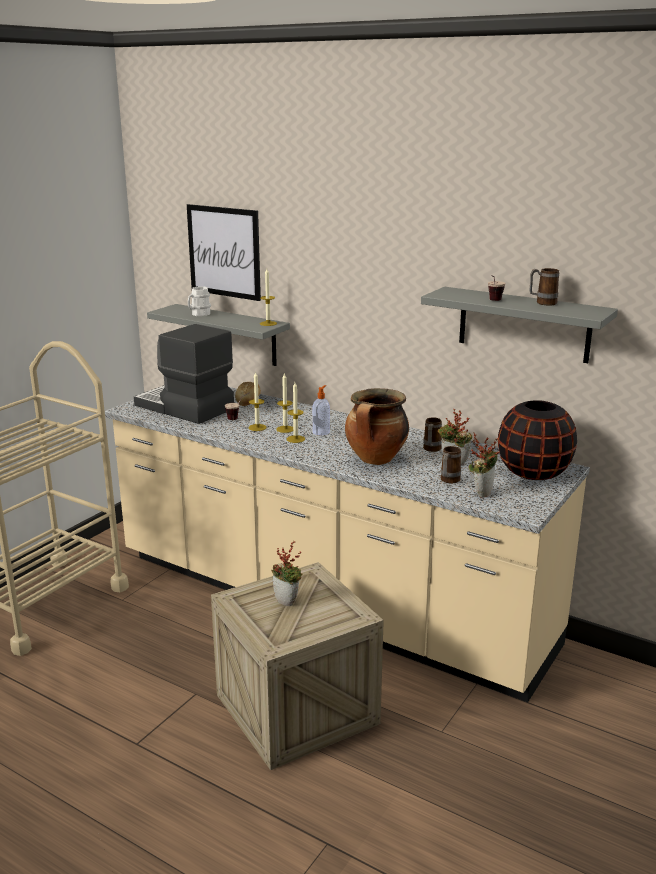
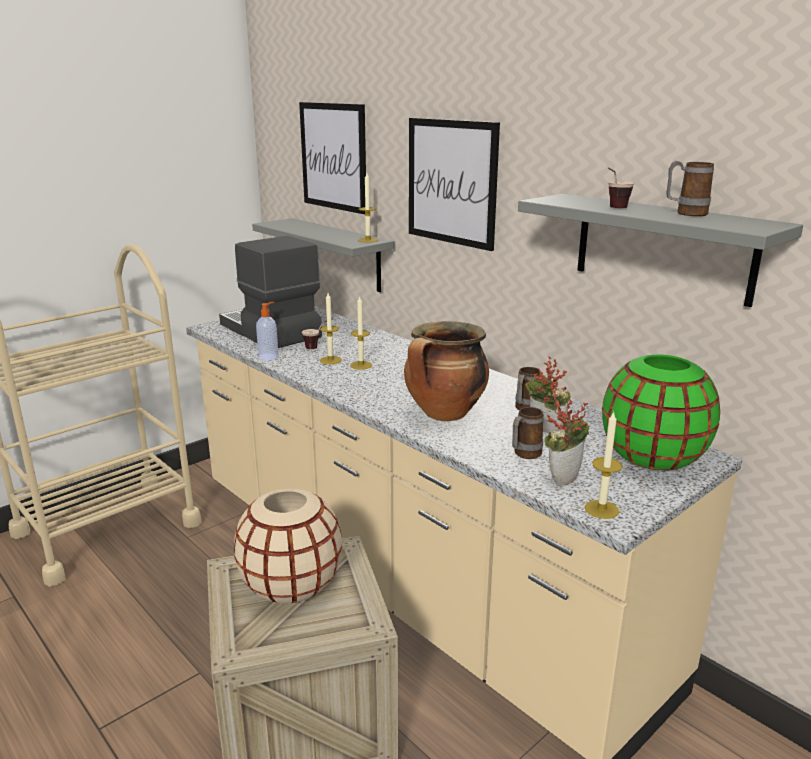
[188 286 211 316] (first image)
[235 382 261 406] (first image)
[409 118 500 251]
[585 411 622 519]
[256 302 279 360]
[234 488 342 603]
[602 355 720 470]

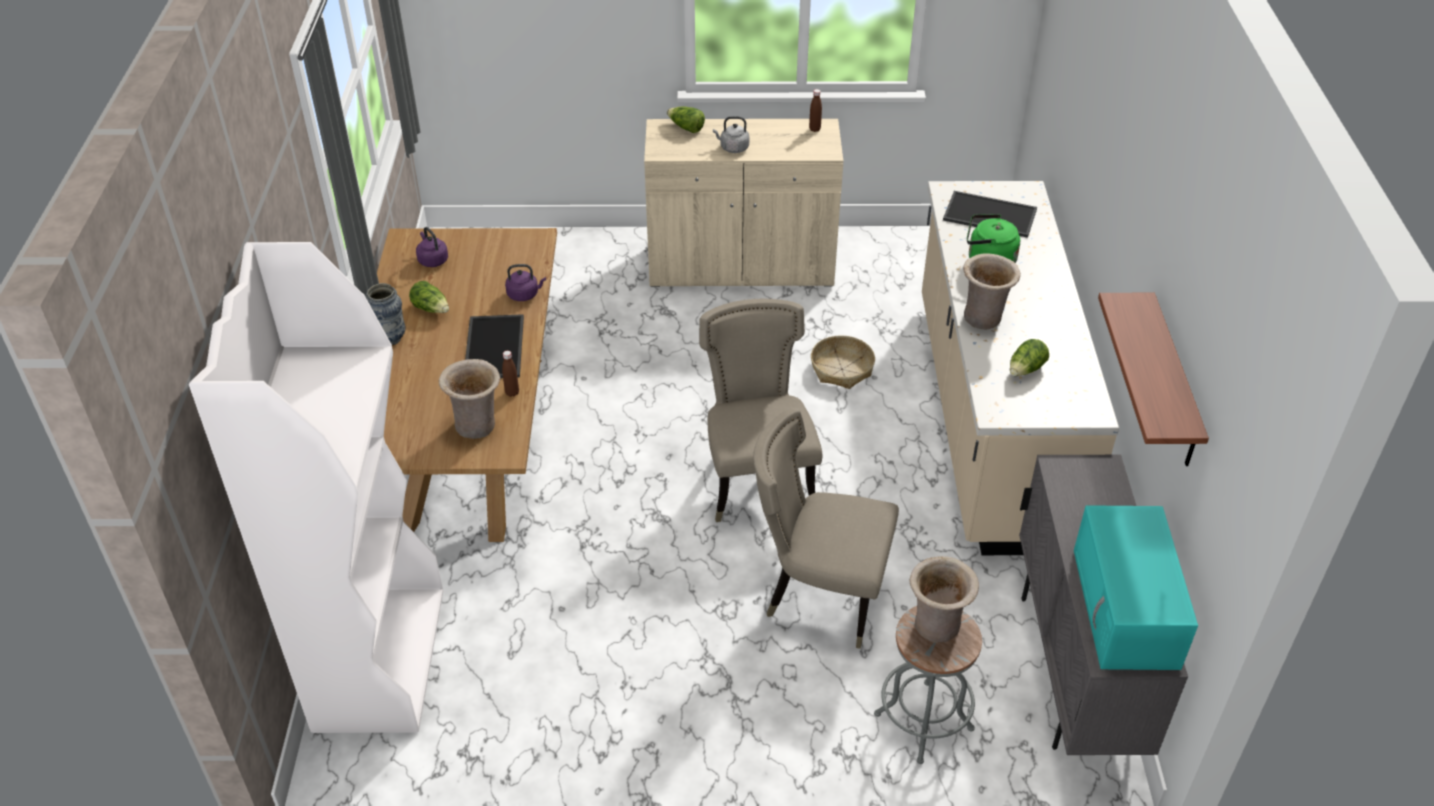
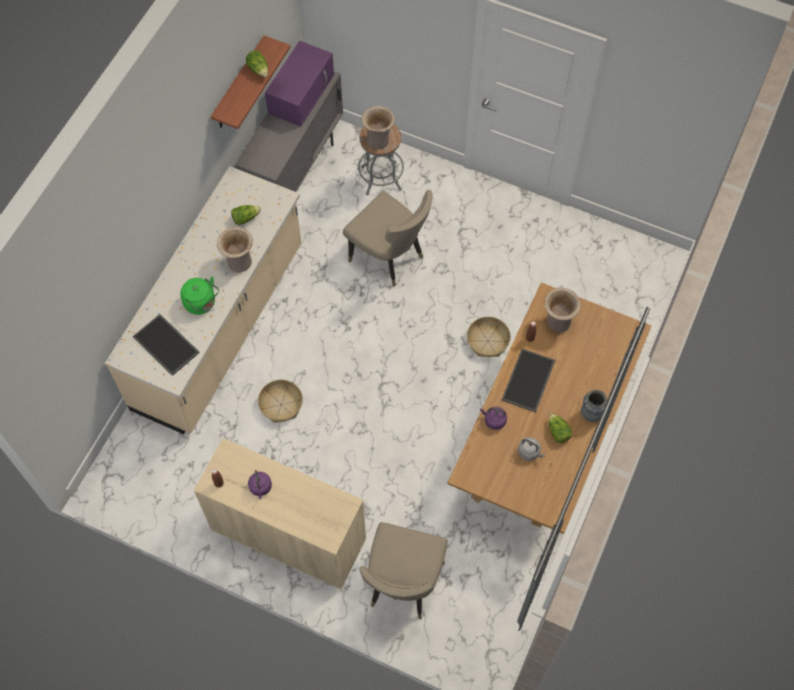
[189 242 443 733] (first image)
[467 317 511 357]
[248 470 272 499]
[246 50 268 77]
[359 522 448 619]
[518 437 545 461]
[265 40 334 127]

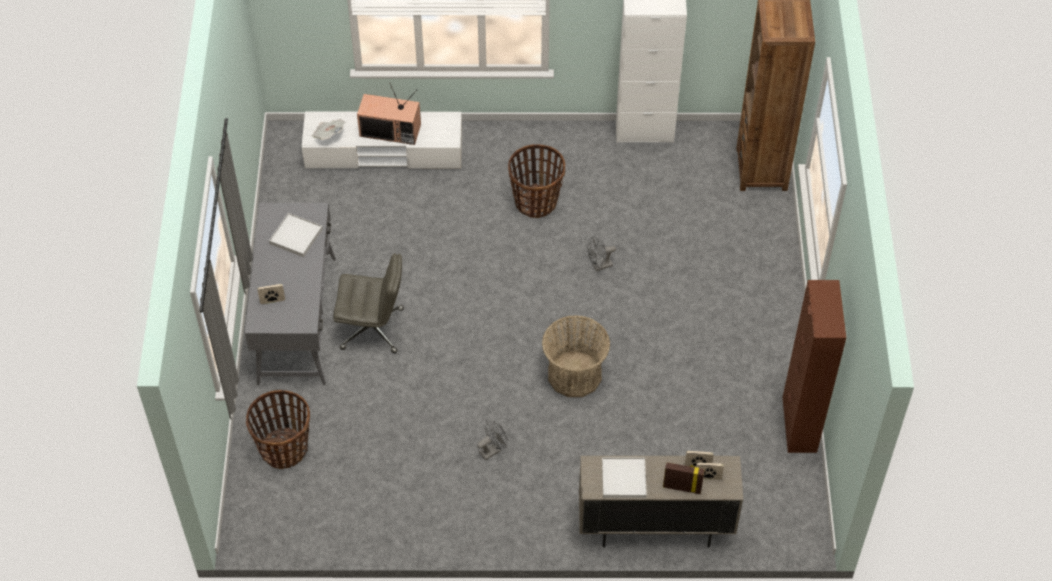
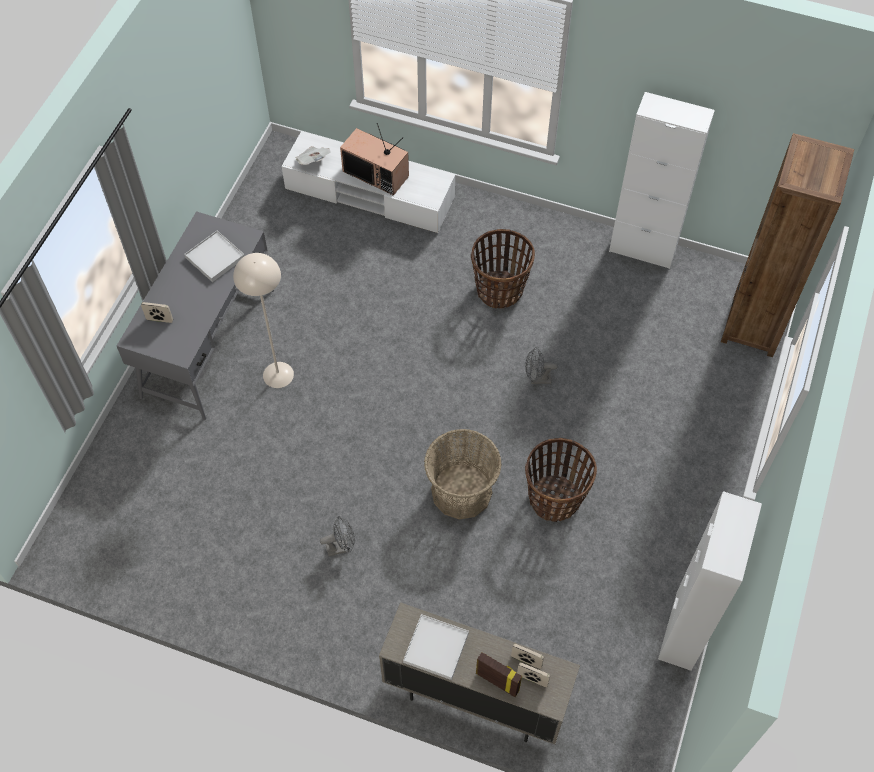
[525 438 597 522]
[233 253 294 388]
[658 491 762 671]

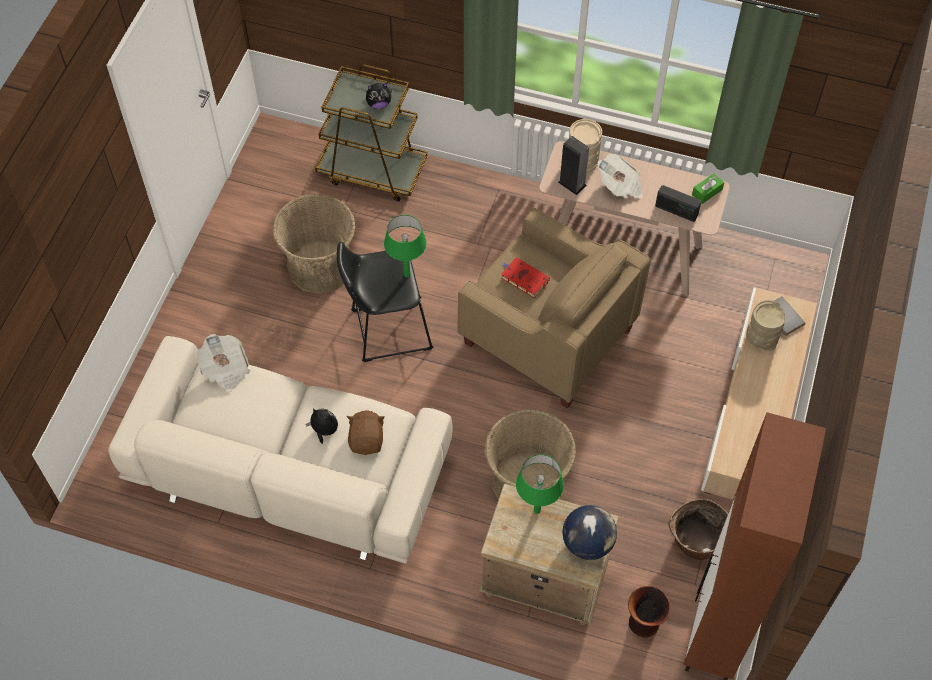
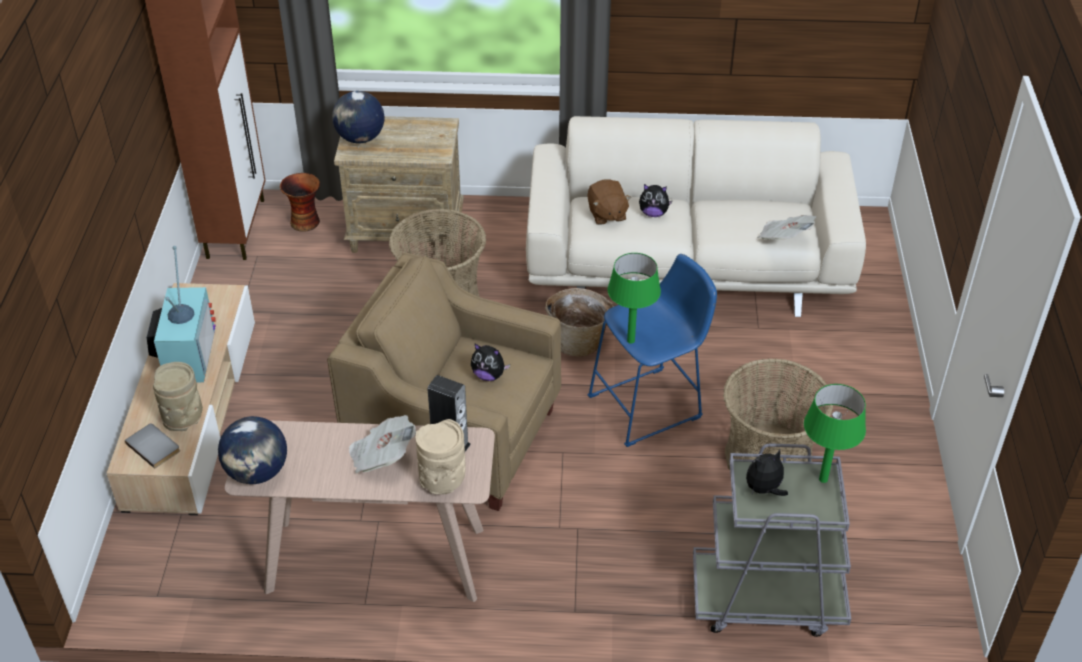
[655 185 701 222] (first image)
[147 246 216 382]
[804 384 866 483]
[545 288 614 357]
[471 343 510 381]
[218 416 287 484]
[693 443 851 637]
[587 254 717 447]

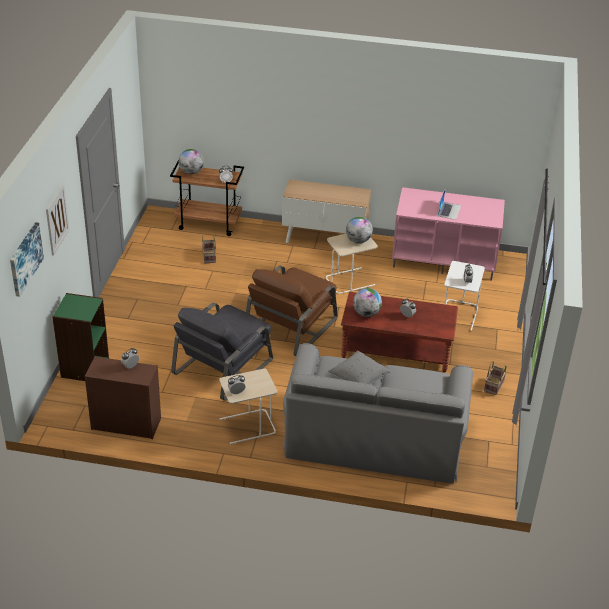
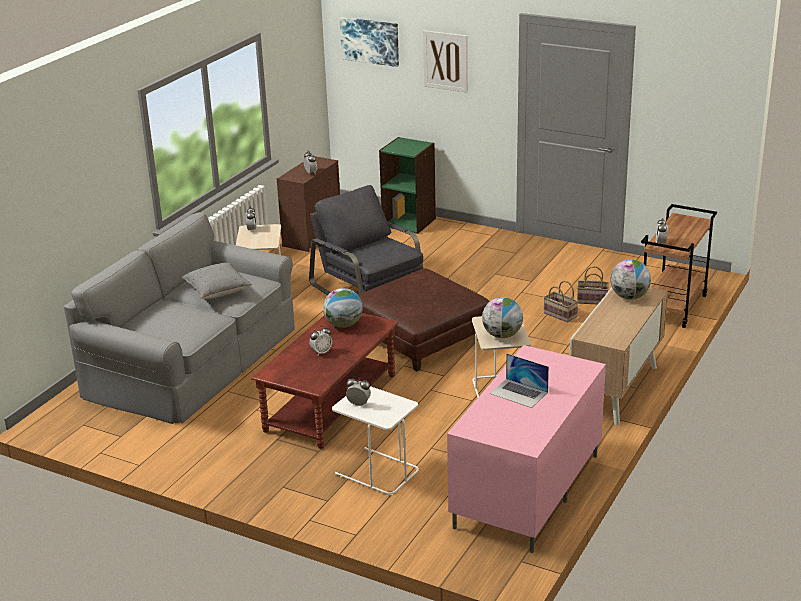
[610 259 651 299]
[544 281 578 323]
[358 268 490 372]

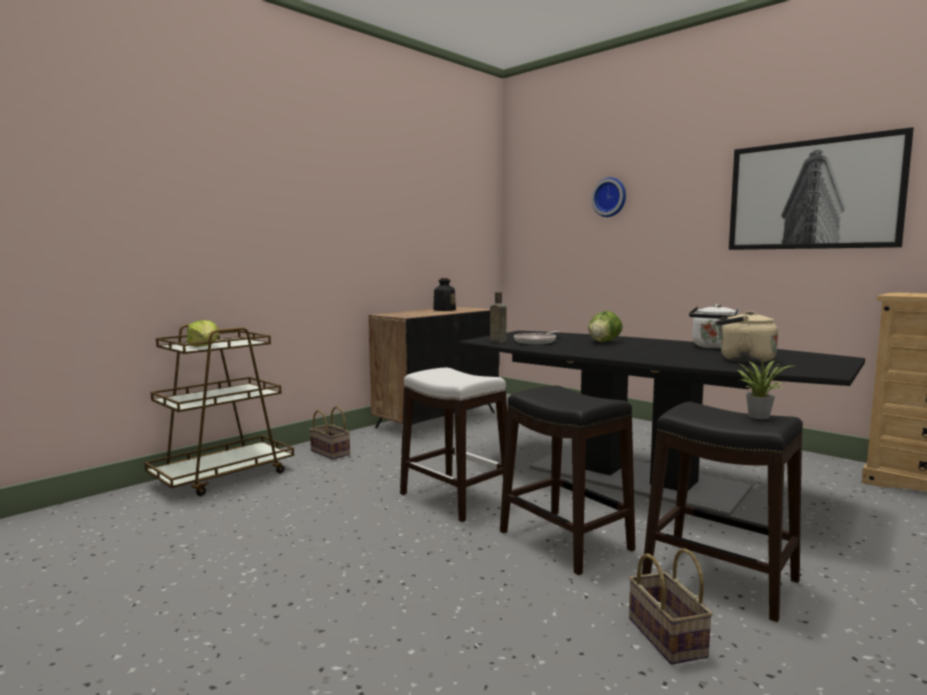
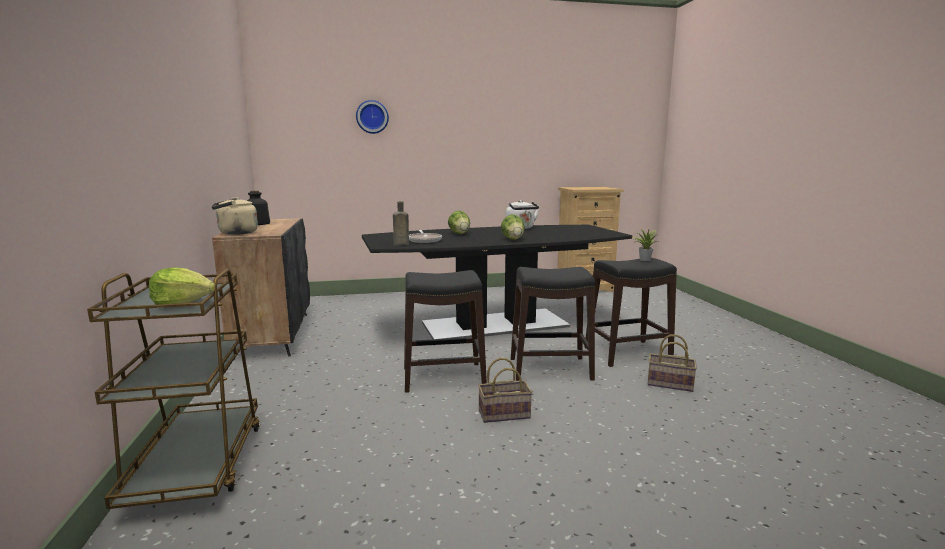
[729 127 914 250] (first image)
[501 214 525 240]
[478 358 532 423]
[212 197 258 235]
[404 270 487 393]

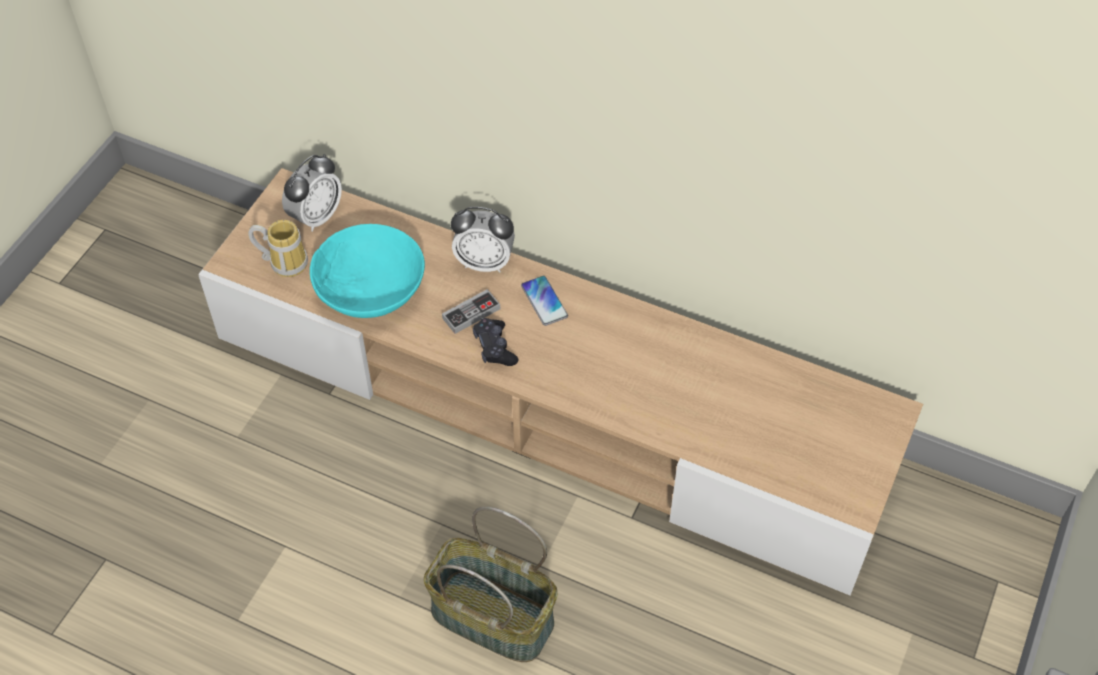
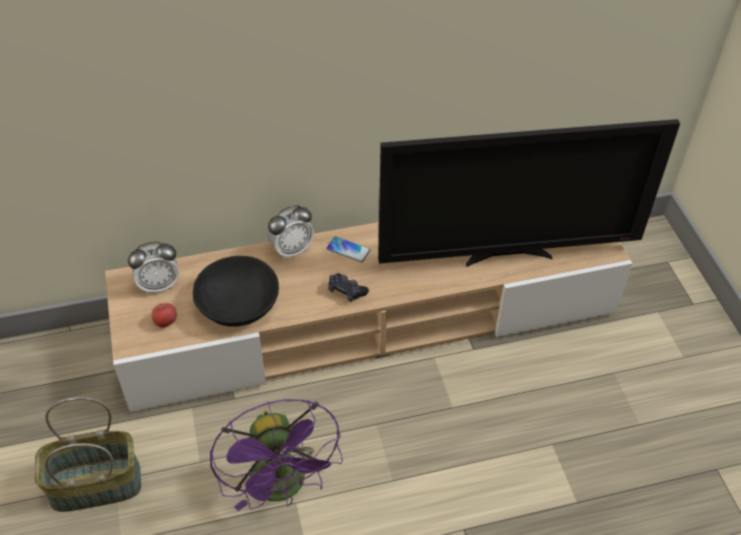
[442 289 500 334] (first image)
[210 399 343 511]
[378 119 680 267]
[35 397 141 512]
[151 303 177 328]
[193 256 279 327]
[128 242 179 294]

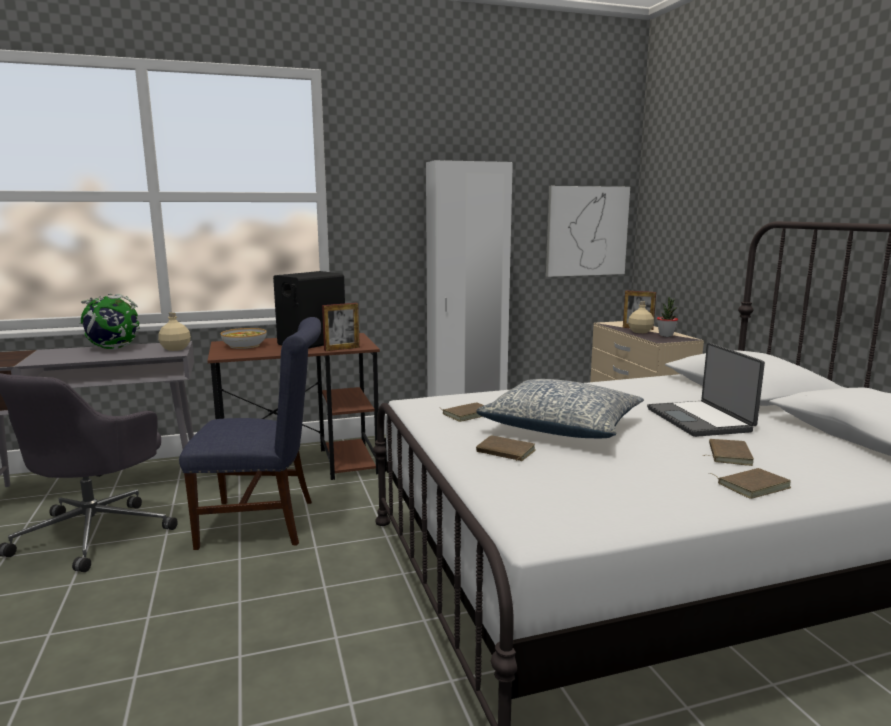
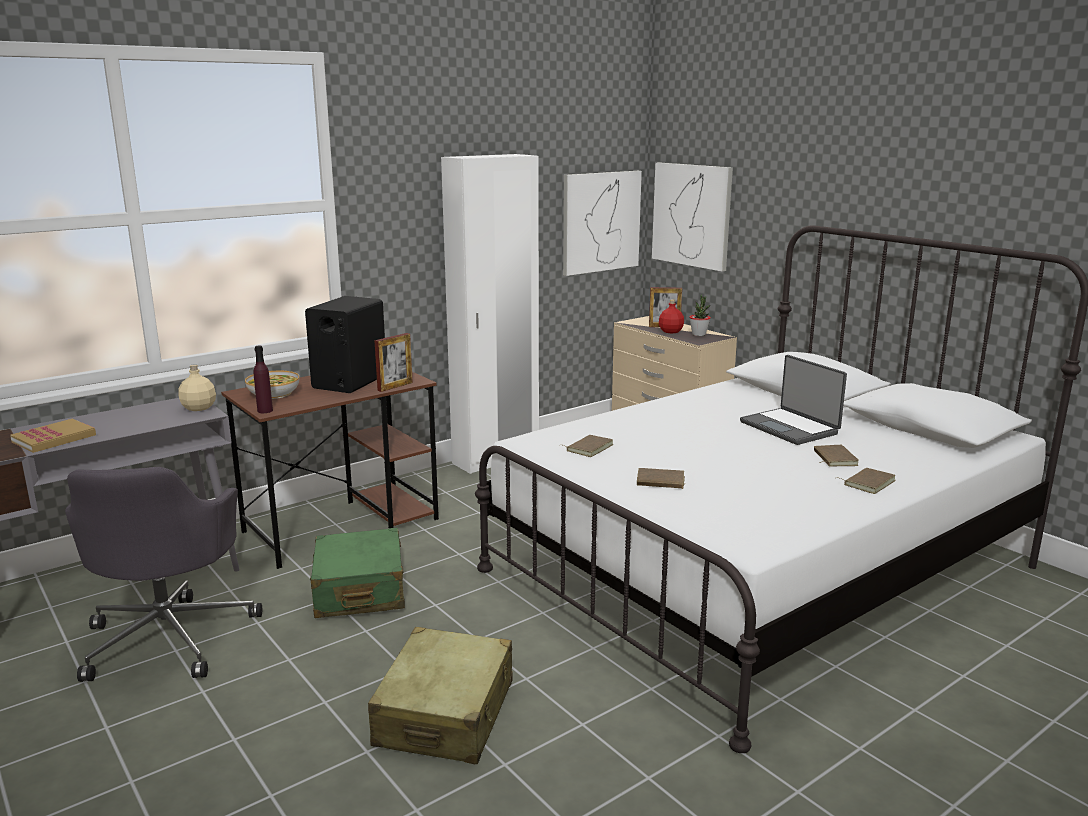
[79 294 140 350] (first image)
[476 379 644 438] (first image)
[10 419 96 453]
[254 346 273 413]
[368 627 512 764]
[652 162 733 271]
[310 528 405 618]
[659 299 684 333]

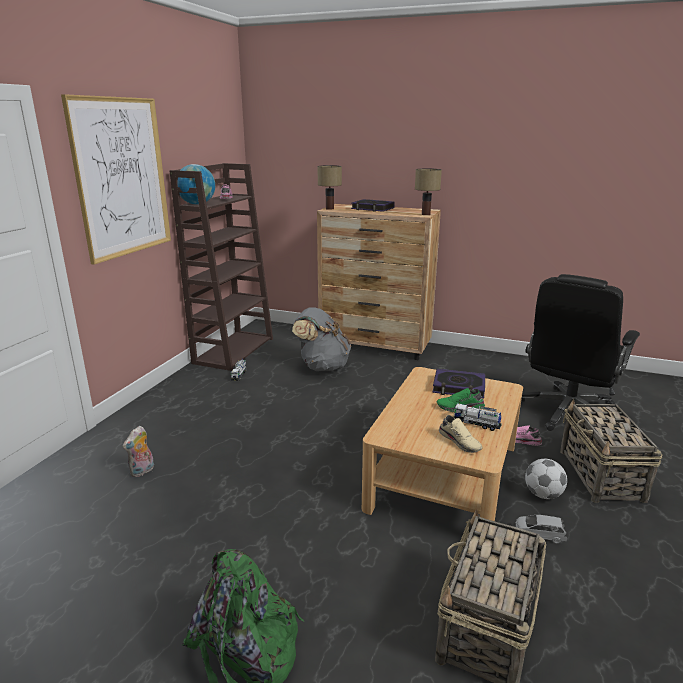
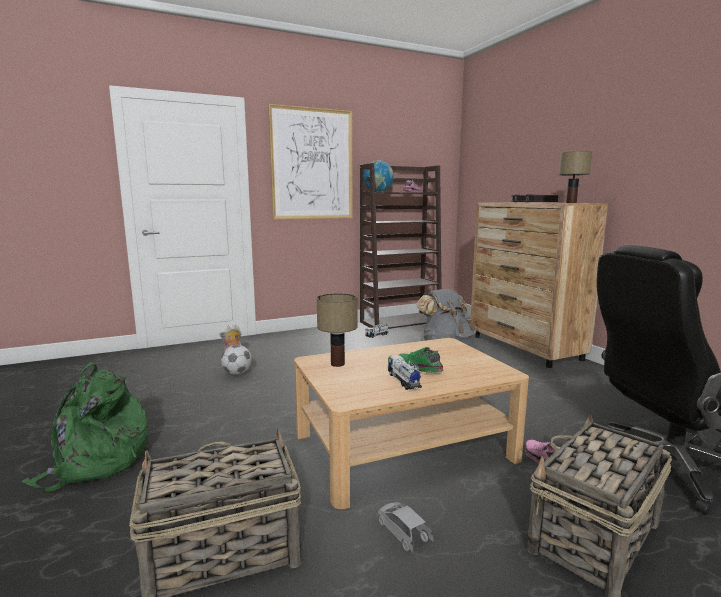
[433 369 485 399] (first image)
[439 415 482 453] (first image)
[317 293 357 367]
[221 345 252 375]

